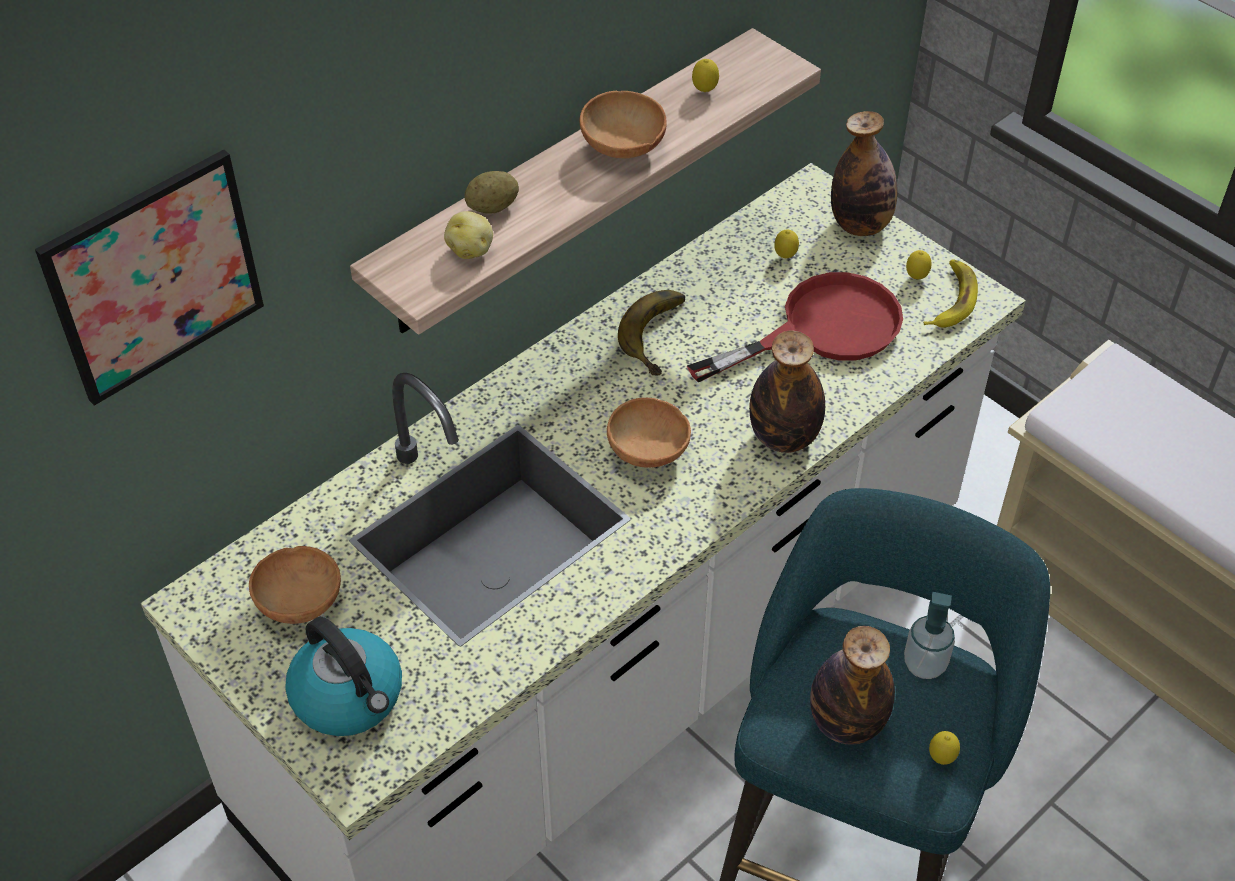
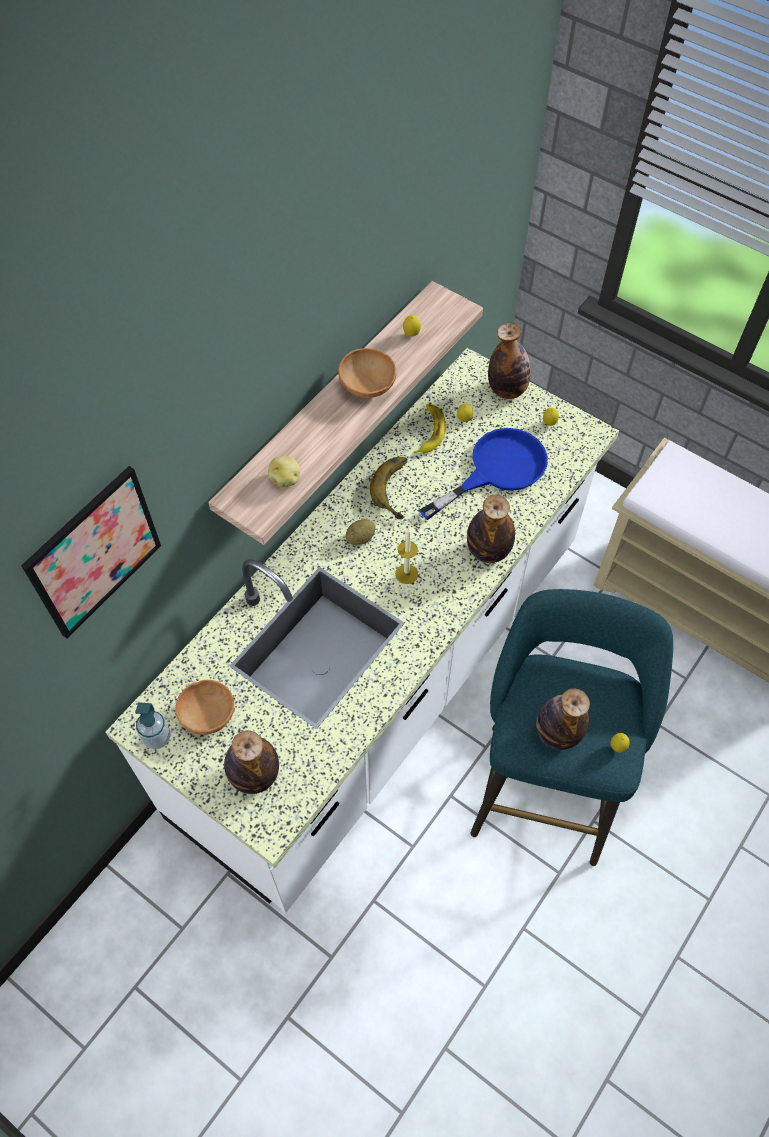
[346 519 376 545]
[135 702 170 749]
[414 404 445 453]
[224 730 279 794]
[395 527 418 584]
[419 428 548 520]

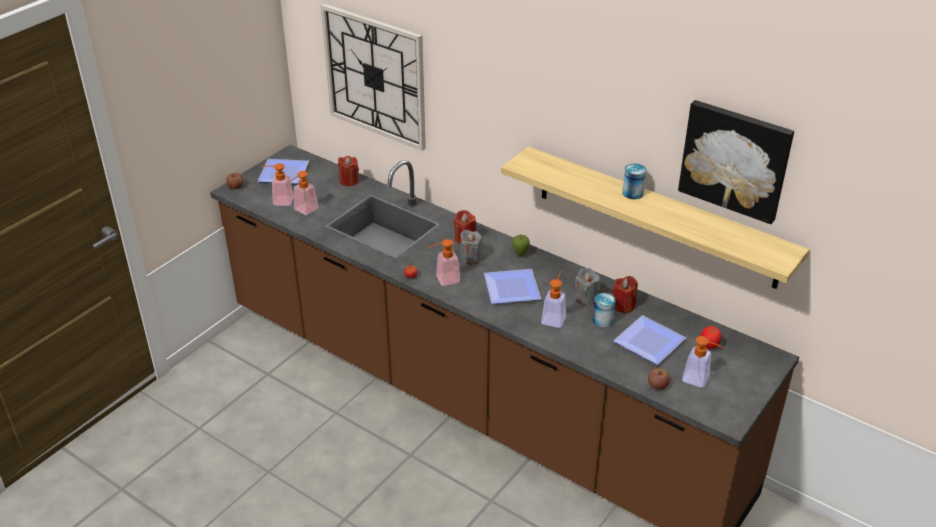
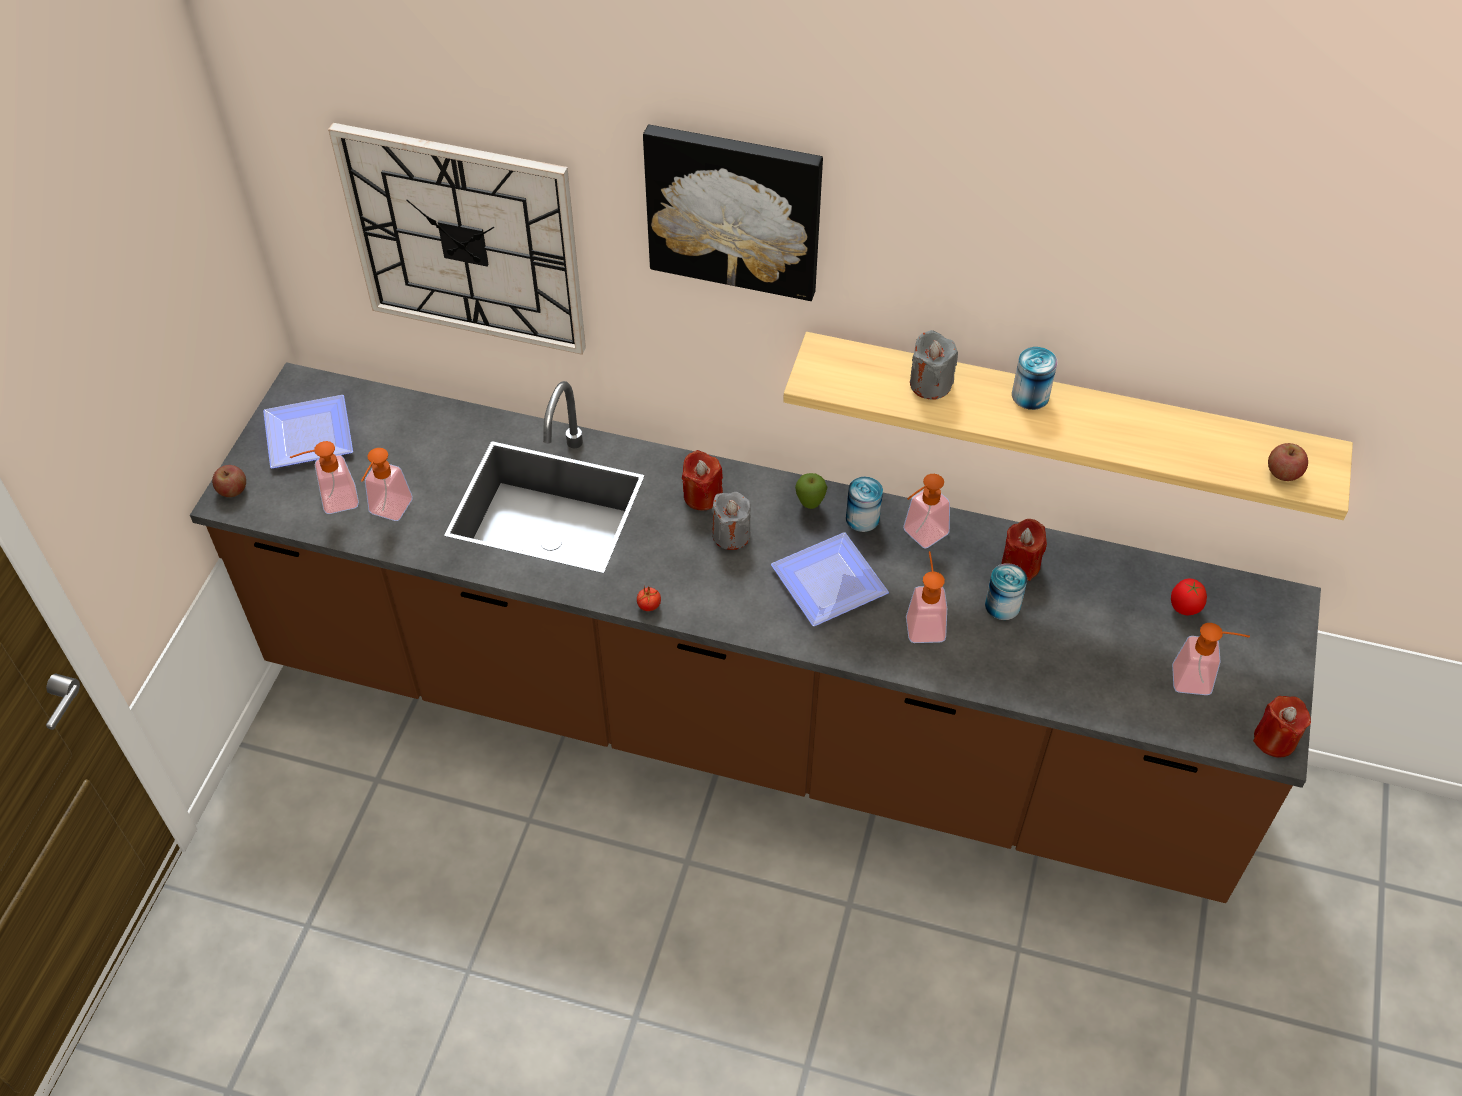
[613 315 686 365] (first image)
[846 477 883 532]
[1253 696 1311 758]
[903 474 950 548]
[910 330 958 399]
[1268 443 1308 481]
[643 124 823 301]

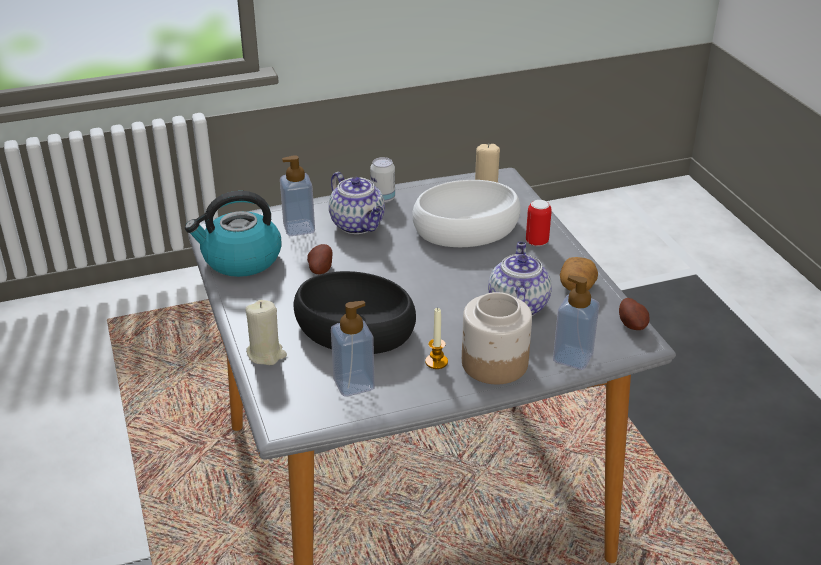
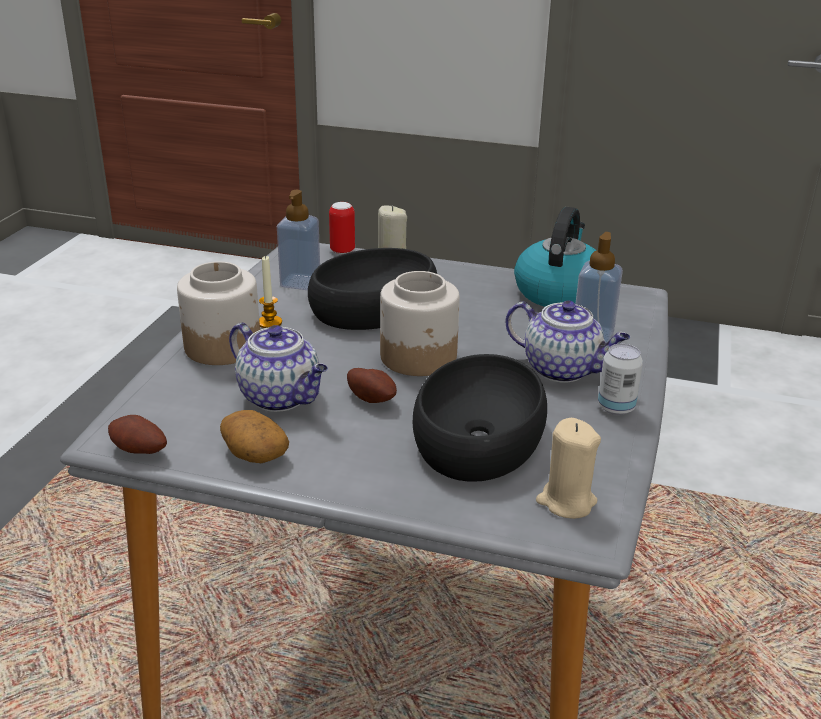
[553 275 599 370] (first image)
[380 271 460 376]
[347 368 397 403]
[329 202 355 254]
[413 354 547 482]
[506 300 630 383]

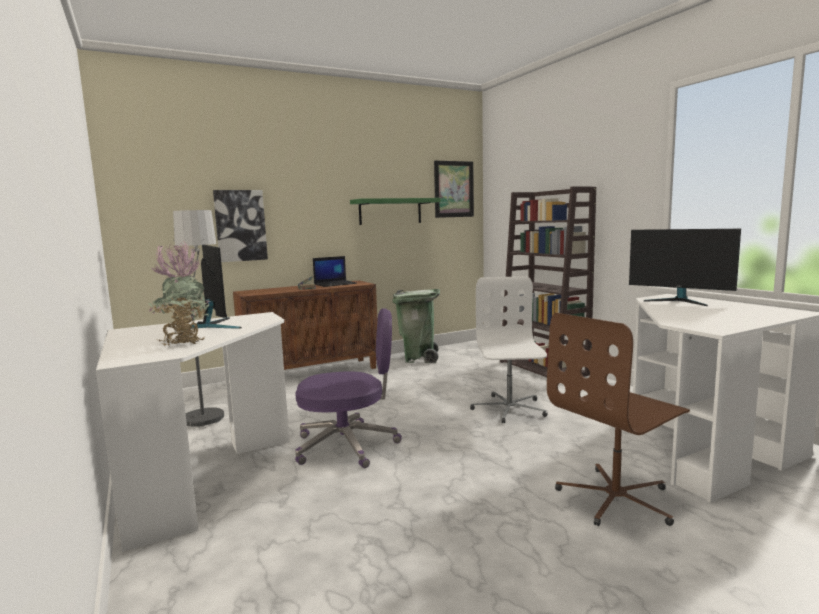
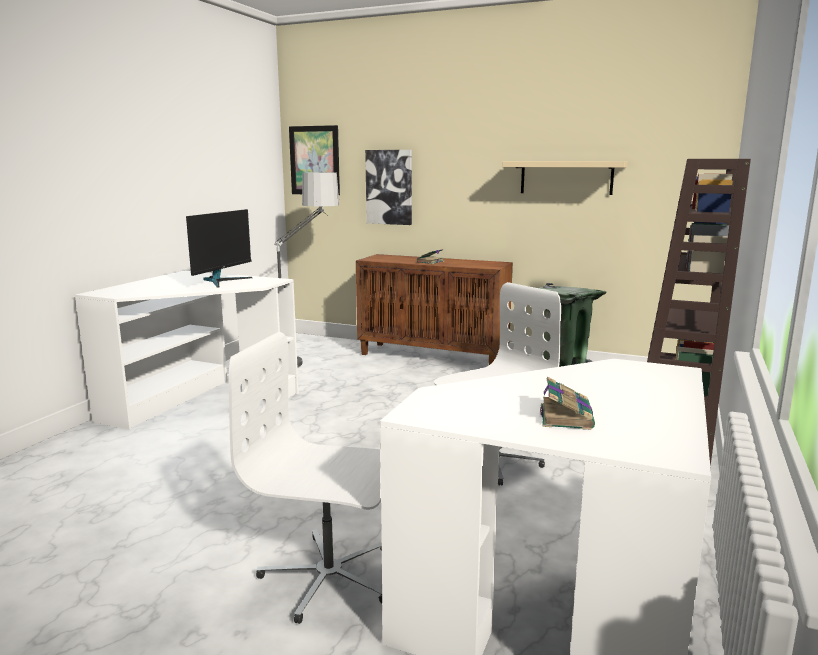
[148 241 211 346] (first image)
[295 308 402 468] (first image)
[313 256 356 287] (first image)
[629 229 741 306] (first image)
[540 377 595 430]
[289 125 340 195]
[502 161 628 195]
[229 332 382 624]

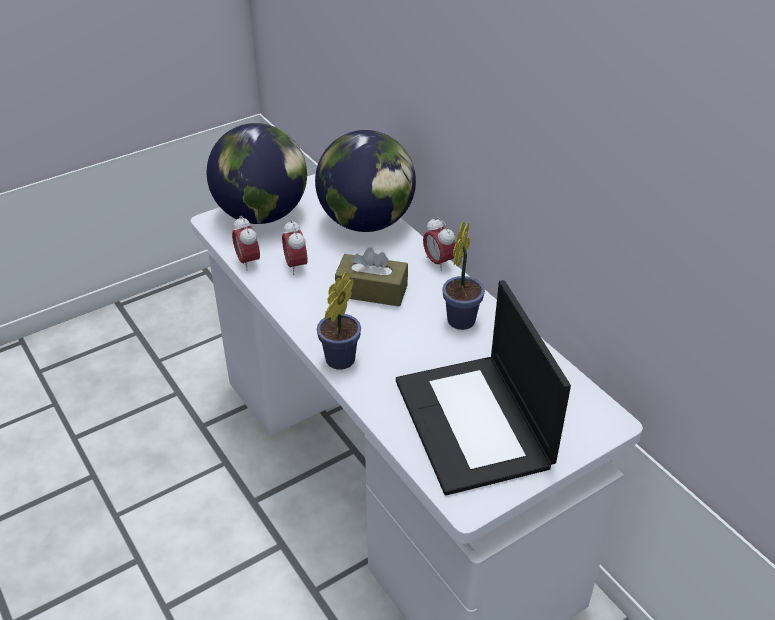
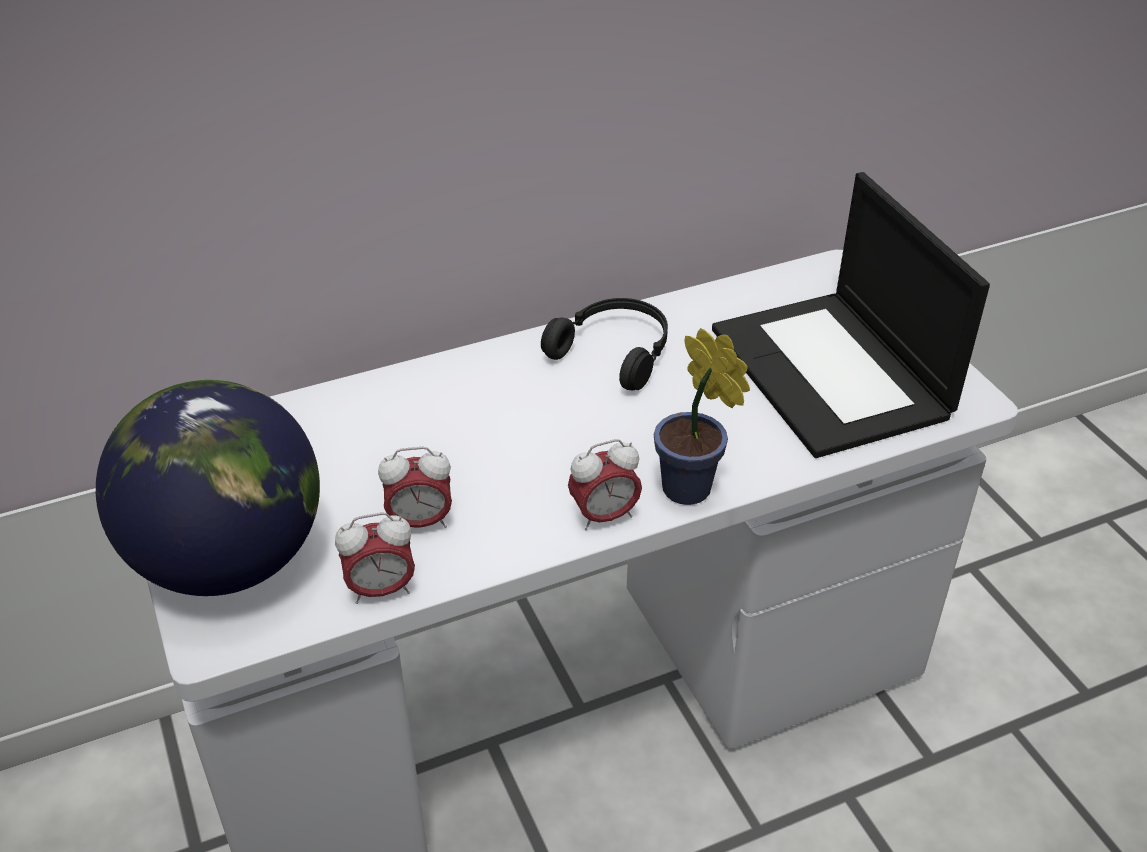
[315 130 416 232] (first image)
[335 247 408 307] (first image)
[568 439 642 531]
[541 298 668 391]
[712 172 990 458]

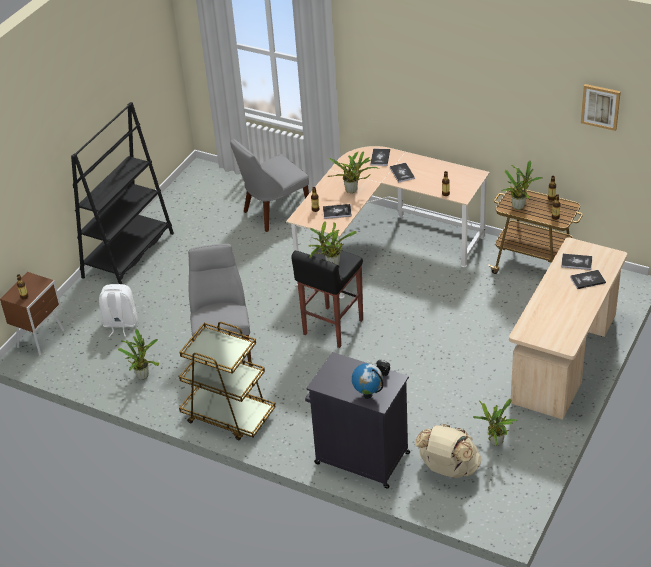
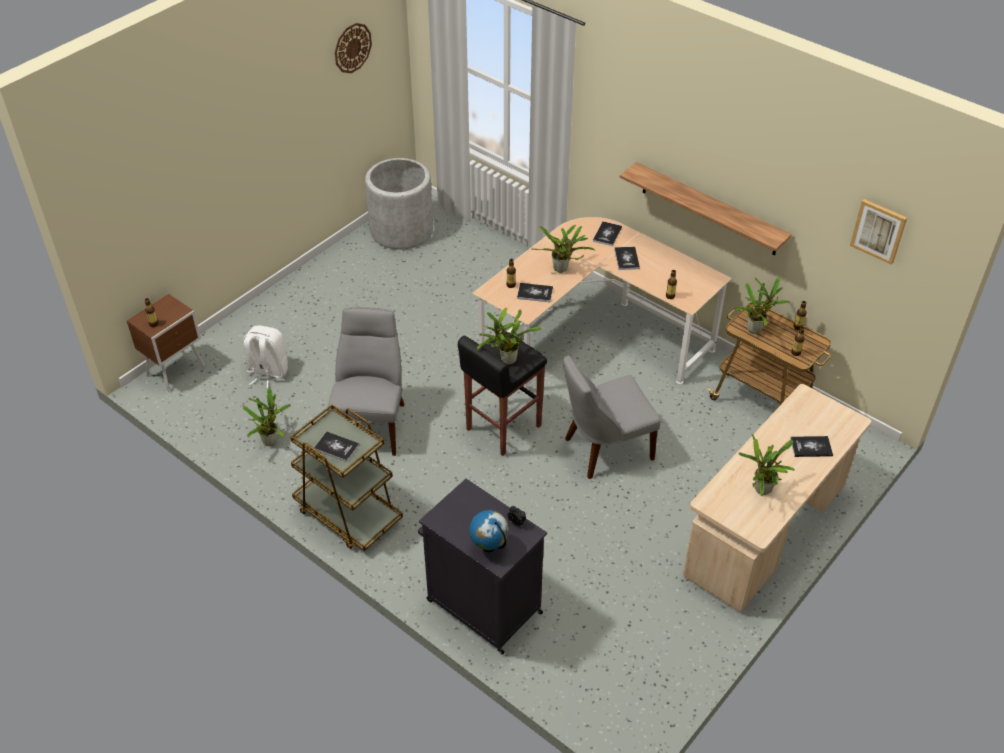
[71 102 174 284] (first image)
[415 424 481 478] (first image)
[335 23 372 73]
[365 158 433 250]
[620 162 792 255]
[563 355 660 479]
[739 434 795 496]
[314 431 359 462]

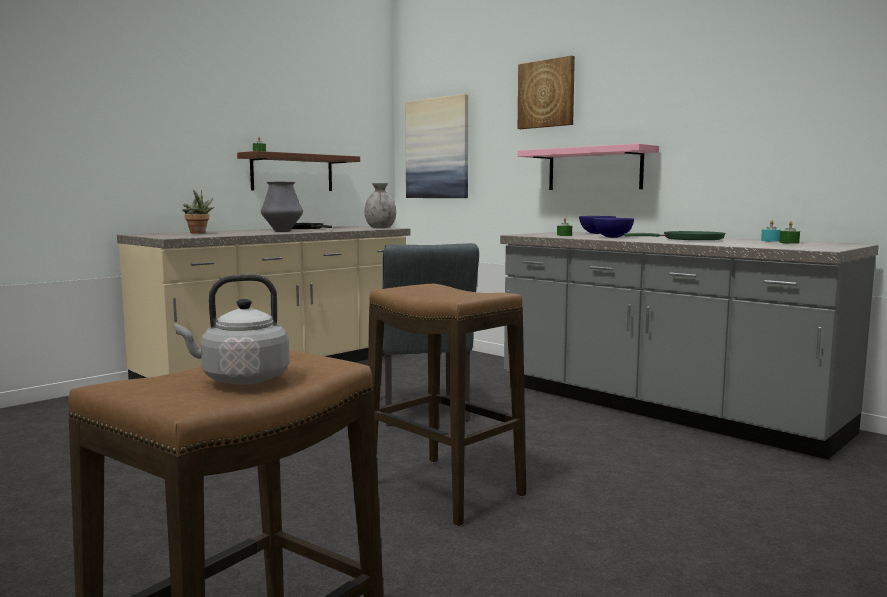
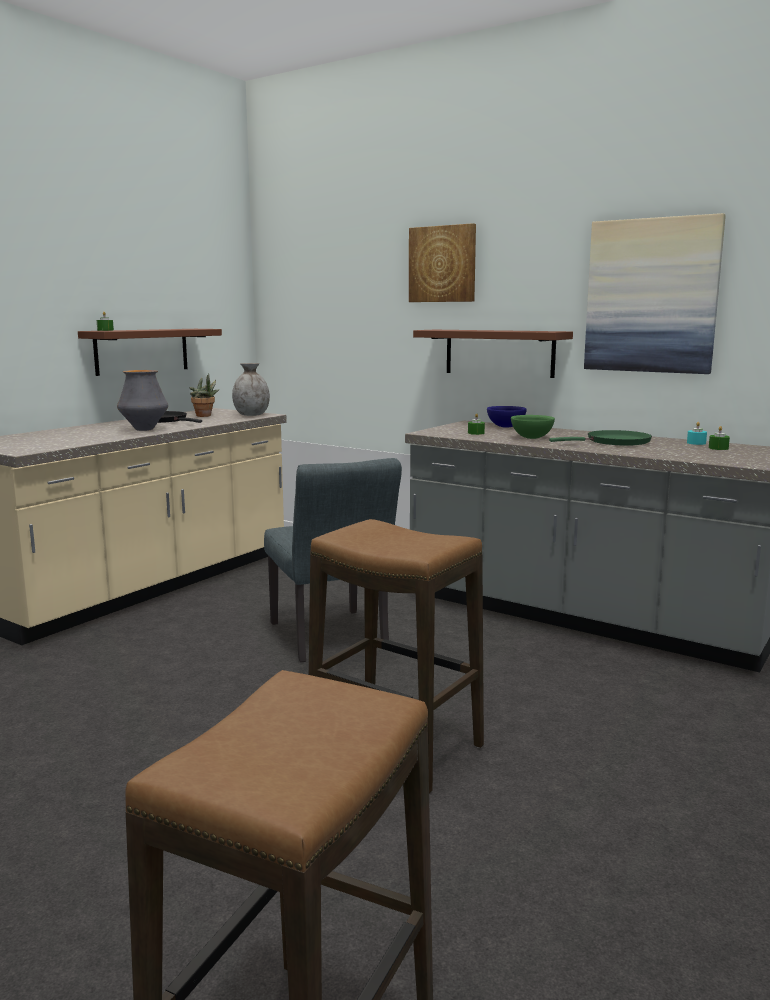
[175 274 290 385] (first image)
[190 373 220 417]
[584 213 726 374]
[413 330 573 378]
[511 415 555 439]

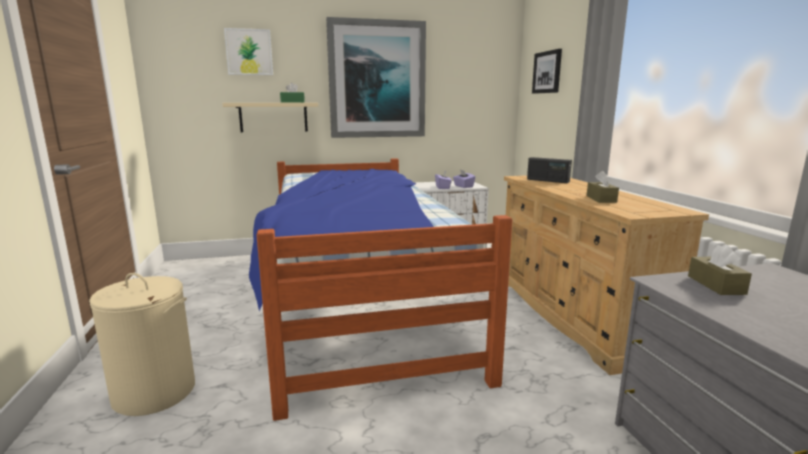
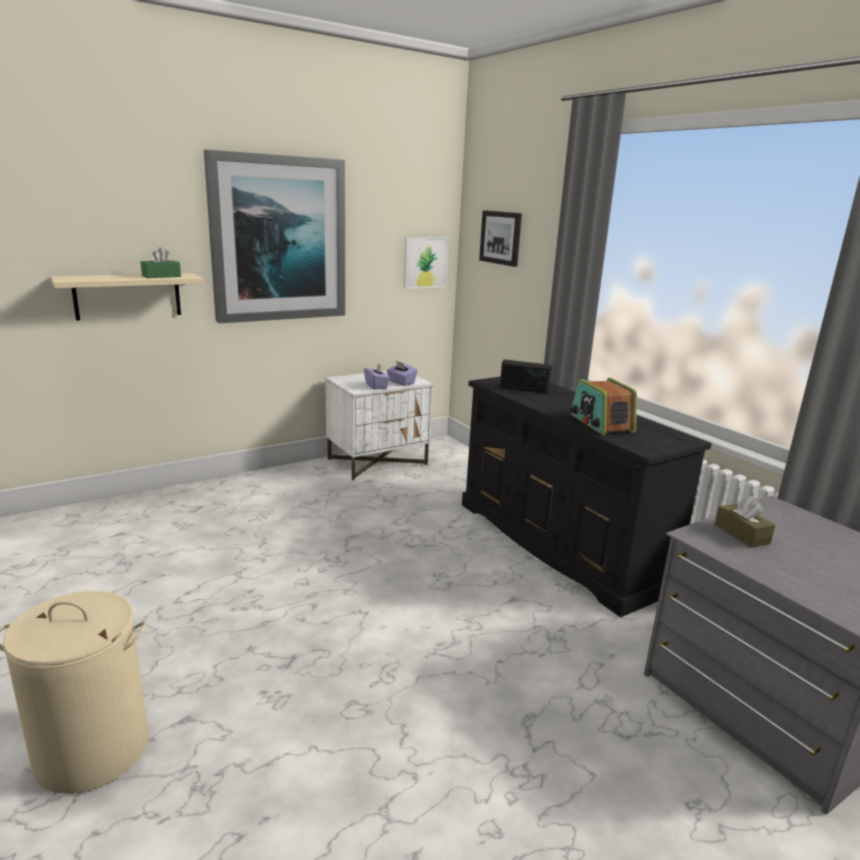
[249 158 512 421] (first image)
[404 237 449 289]
[570 378 637 435]
[462 376 712 617]

